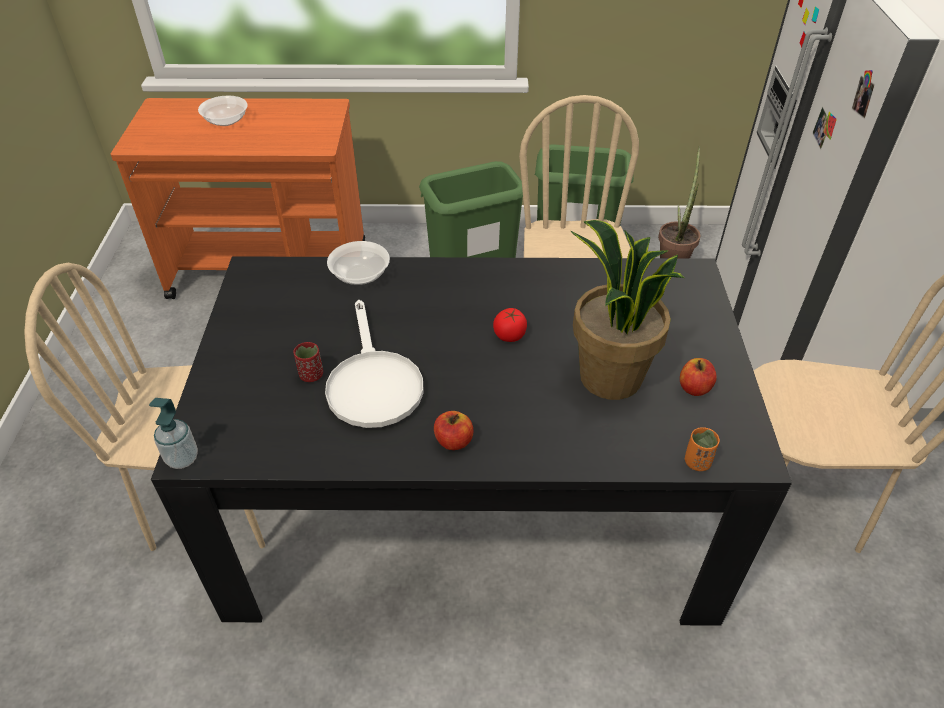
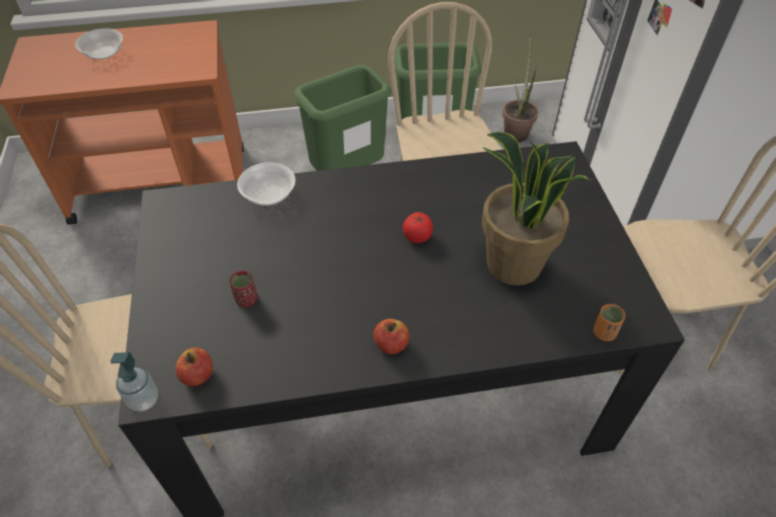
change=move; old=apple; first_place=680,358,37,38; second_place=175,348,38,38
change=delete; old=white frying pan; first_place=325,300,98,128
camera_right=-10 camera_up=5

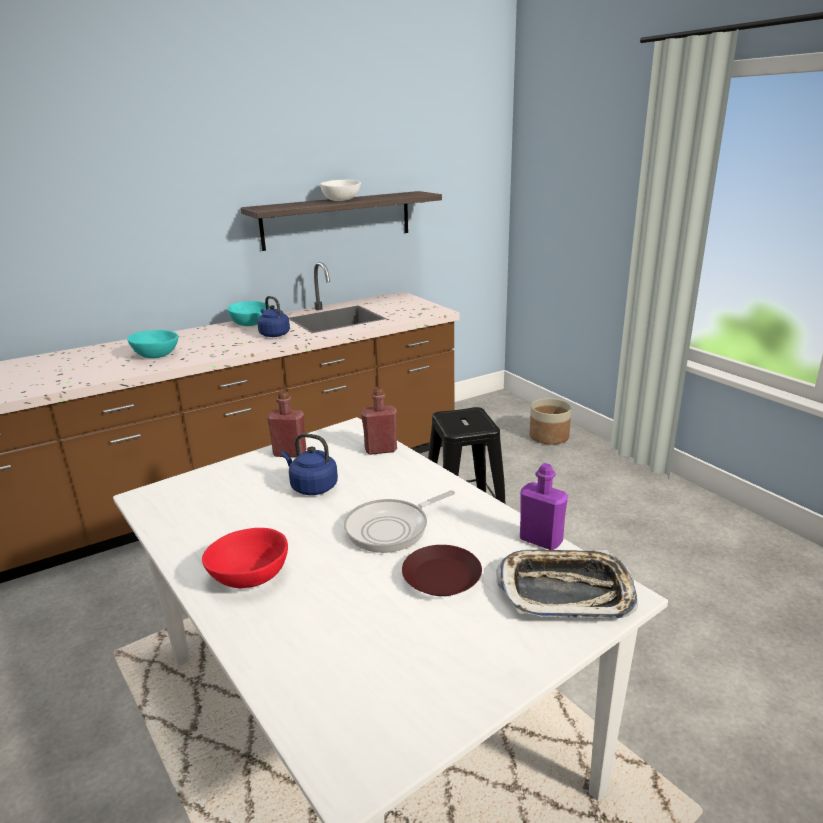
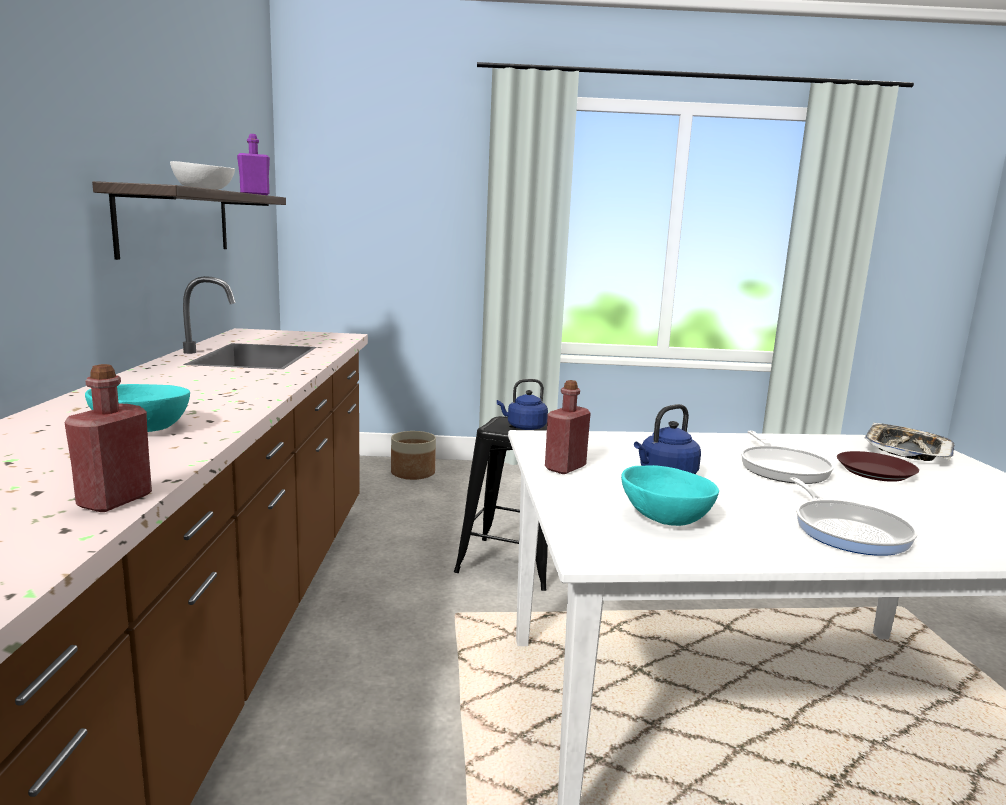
change=move; old=red bottle; first_place=361,387,36,68; second_place=64,364,88,148
change=move; old=purple bottle; first_place=520,463,48,87; second_place=237,134,33,61
change=move; old=blue kettle; first_place=257,296,33,41; second_place=497,379,51,51
change=move; old=turquoise bowl; first_place=227,301,43,25; second_place=621,465,98,61
change=replace; old=red bowl; new=frying pan; first_place=202,528,86,60; second_place=790,477,127,79
camera_right=-60 camera_up=-10

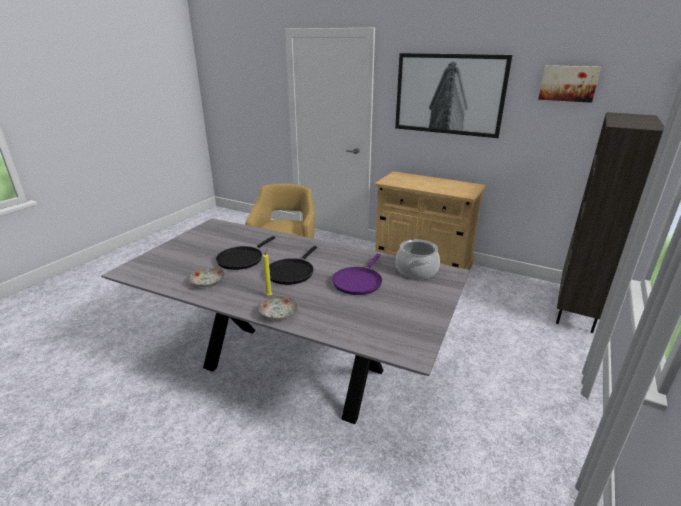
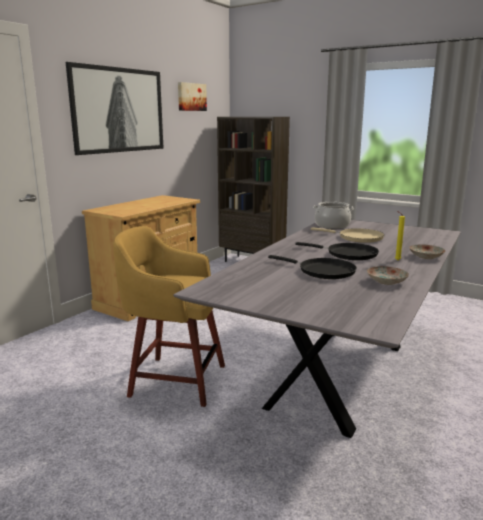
change=recolor; old=purple frying pan; new=beige frying pan; first_place=332,254,50,41; second_place=311,227,73,16
camera_right=-85 camera_up=-10

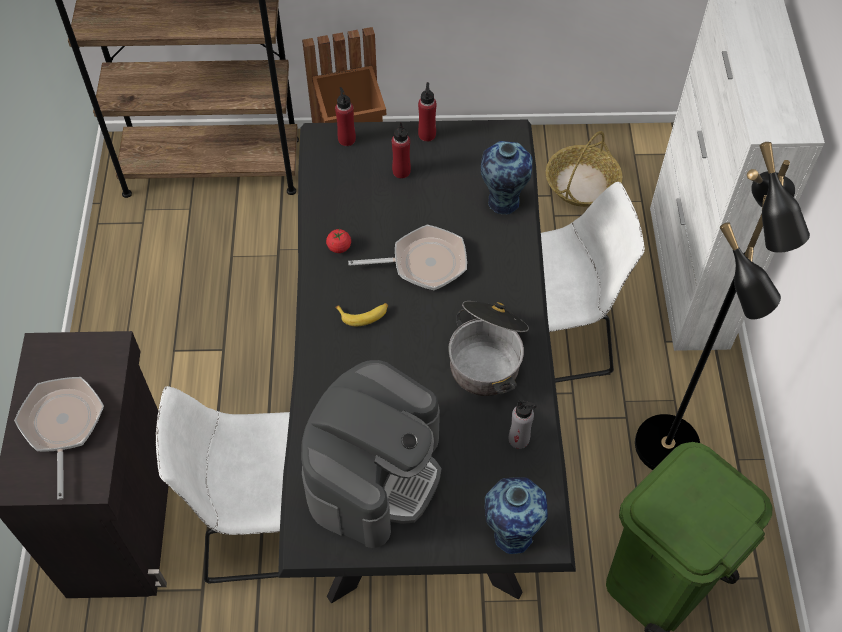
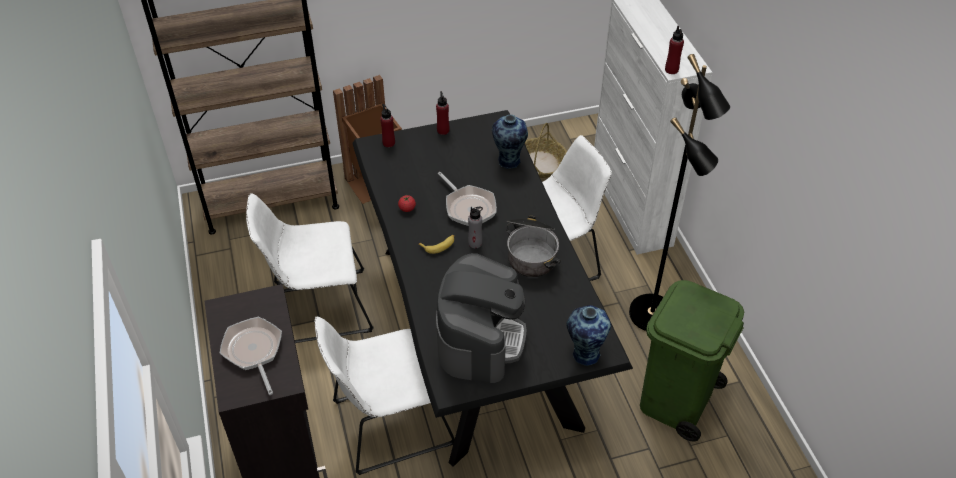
change=insert; new=white chair; second_place=246,193,128,150
change=rotate; old=frying pan; first_place=348,225,119,65; second_place=438,172,59,54; degrees=75
change=move; old=grey bottle; first_place=509,400,28,49; second_place=468,207,15,41
change=move; old=red bottle; first_place=392,122,19,57; second_place=665,26,19,48
camera_right=-15 camera_up=-10

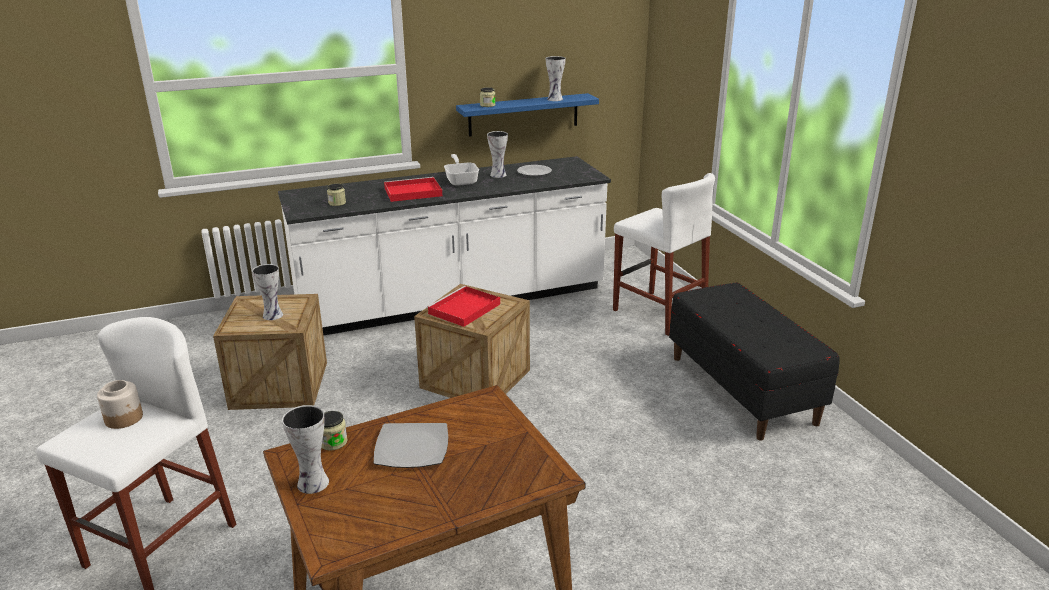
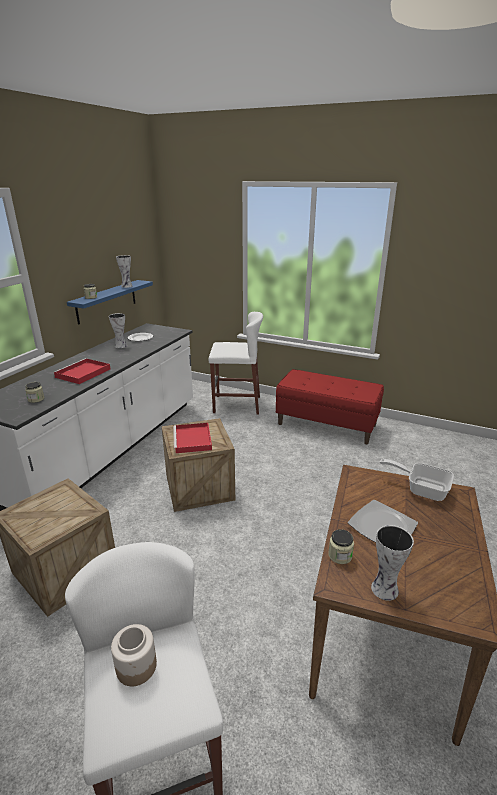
change=recolor; old=black bench; new=red bench; first_place=669,282,171,159; second_place=276,369,108,75
change=move; old=frying pan; first_place=444,154,35,32; second_place=380,459,74,42
change=delete; old=vase; first_place=252,264,31,56
camera_right=-45 camera_up=0

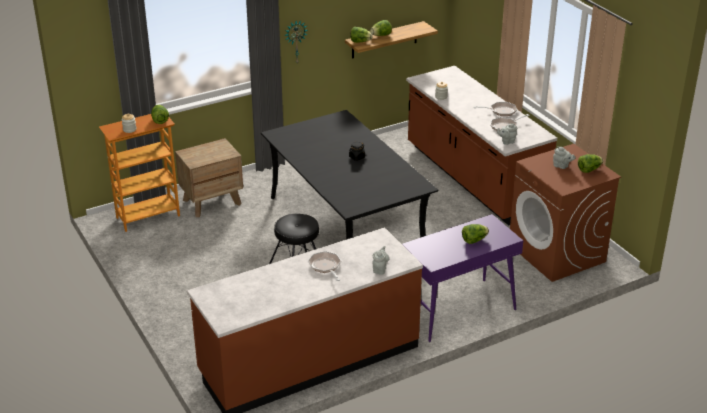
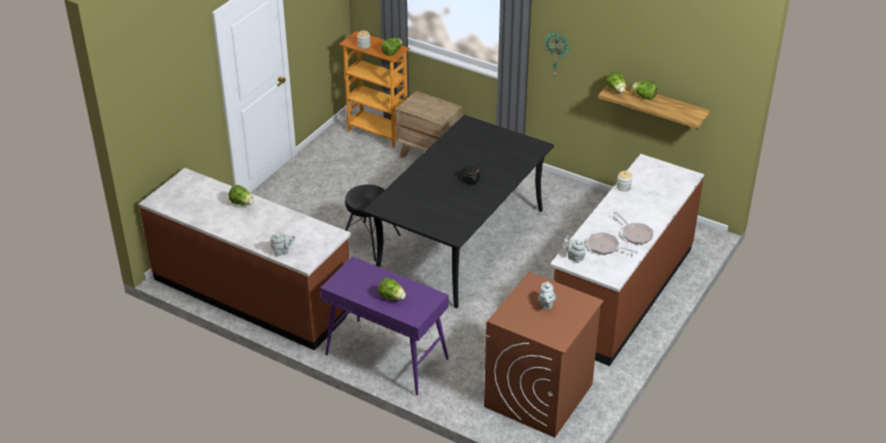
change=move; old=lettuce; first_place=578,154,25,19; second_place=229,185,25,20
change=delete; old=frying pan; first_place=308,251,33,30
camera_right=60 camera_up=5

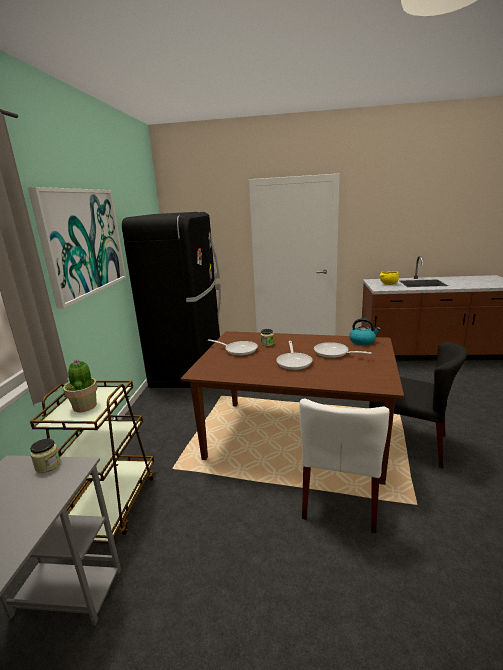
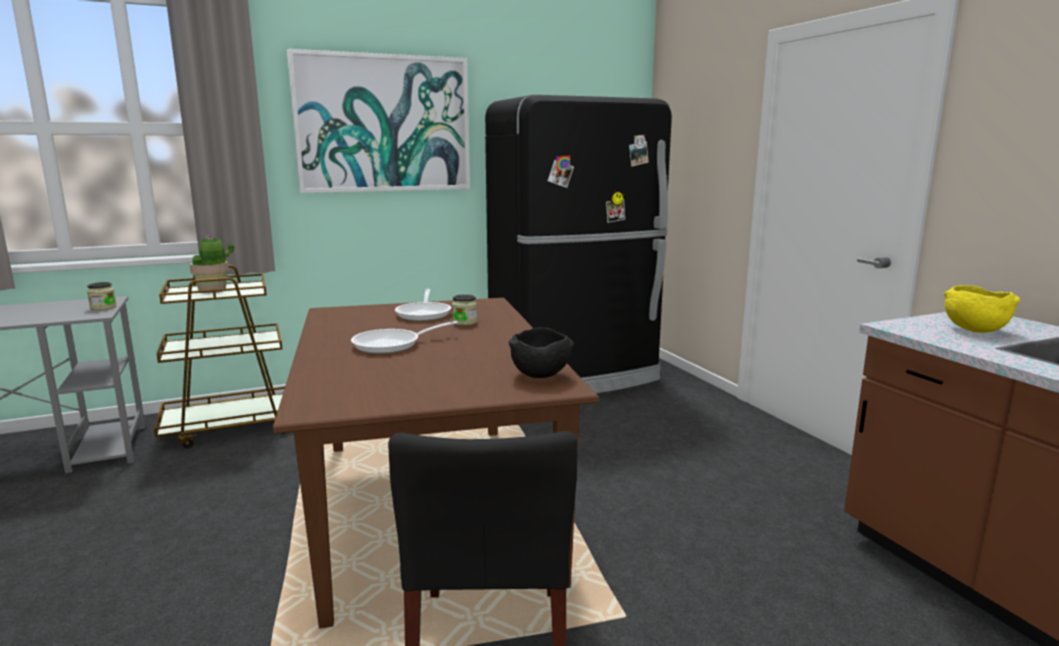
change=replace; old=kettle; new=black bowl; first_place=349,318,32,27; second_place=509,327,65,51
change=delete; old=white chair; first_place=299,398,90,135
change=delete; old=frying pan; first_place=314,342,57,16
camera_right=60 camera_up=-5

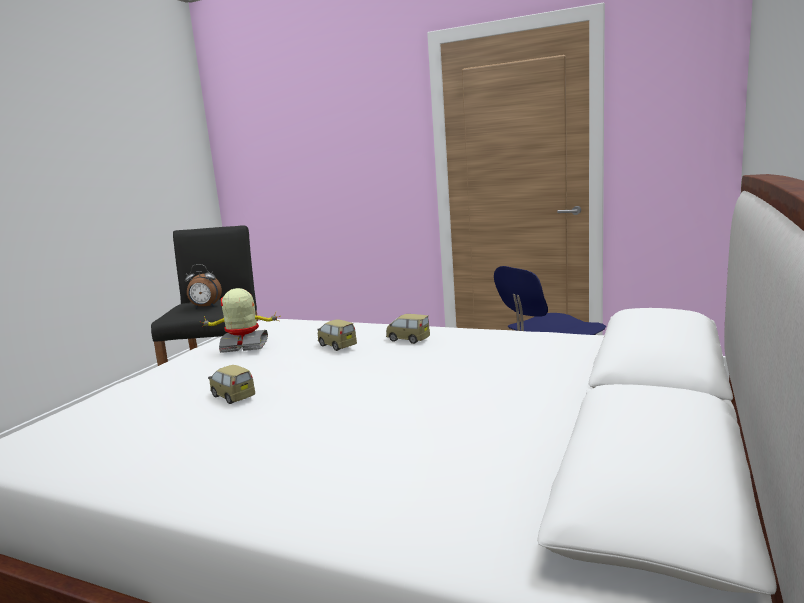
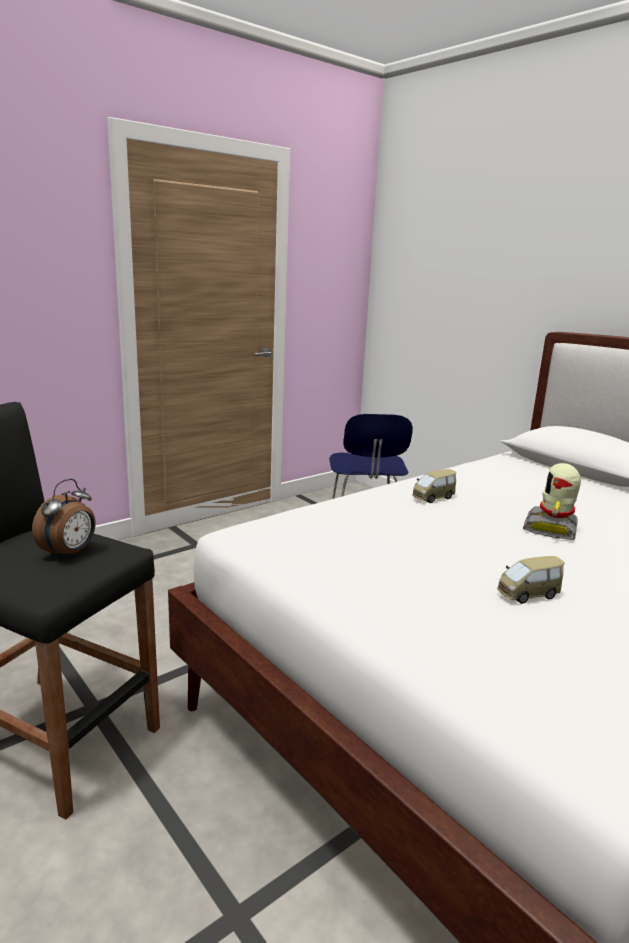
change=move; old=toy robot; first_place=201,288,79,65; second_place=523,463,58,77
change=delete; old=toy car; first_place=317,319,40,32
camera_right=-65 camera_up=5

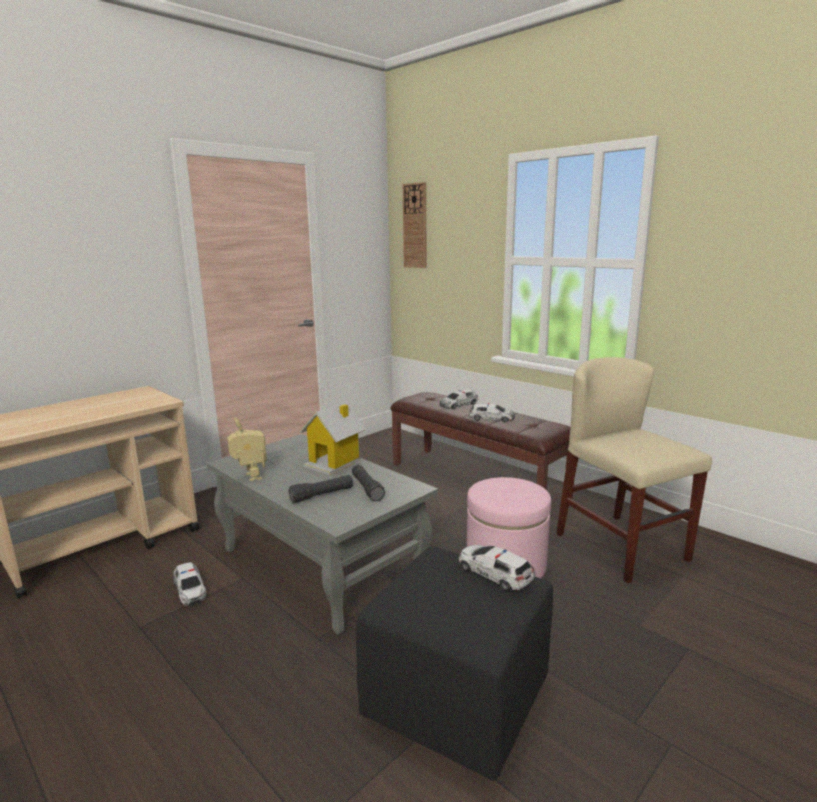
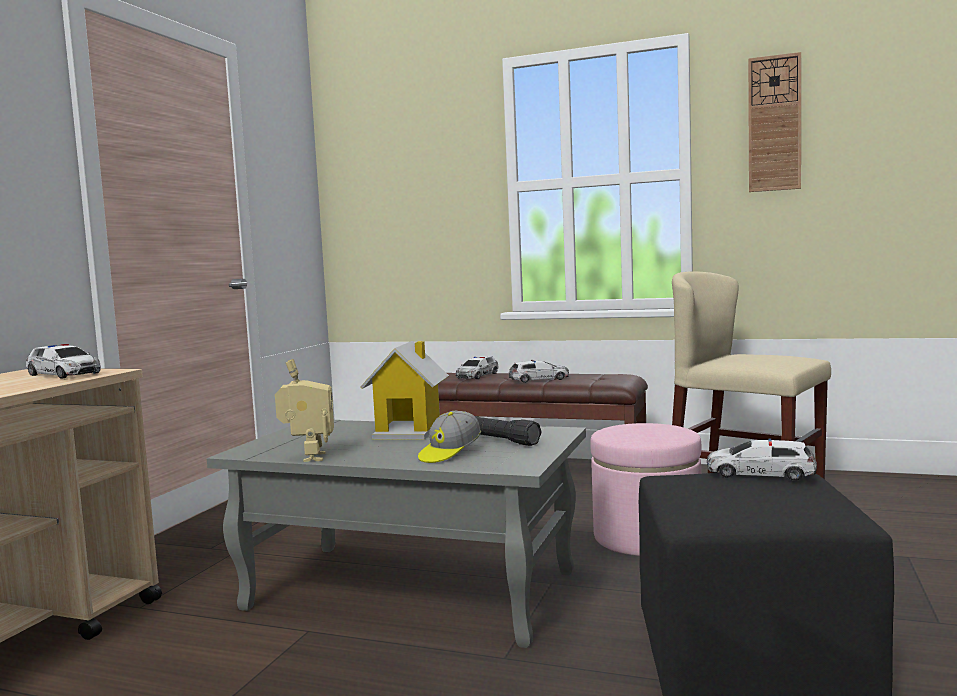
change=move; old=toy car; first_place=173,562,34,44; second_place=26,344,75,35
change=rotate; old=toy robot; first_place=227,417,40,64; second_place=275,359,59,103; degrees=45
change=replace; old=black flashlight; new=cap; first_place=288,475,65,28; second_place=418,411,63,52
change=move; old=wall clock; first_place=402,182,25,86; second_place=748,52,53,140
camera_right=-25 camera_up=-10

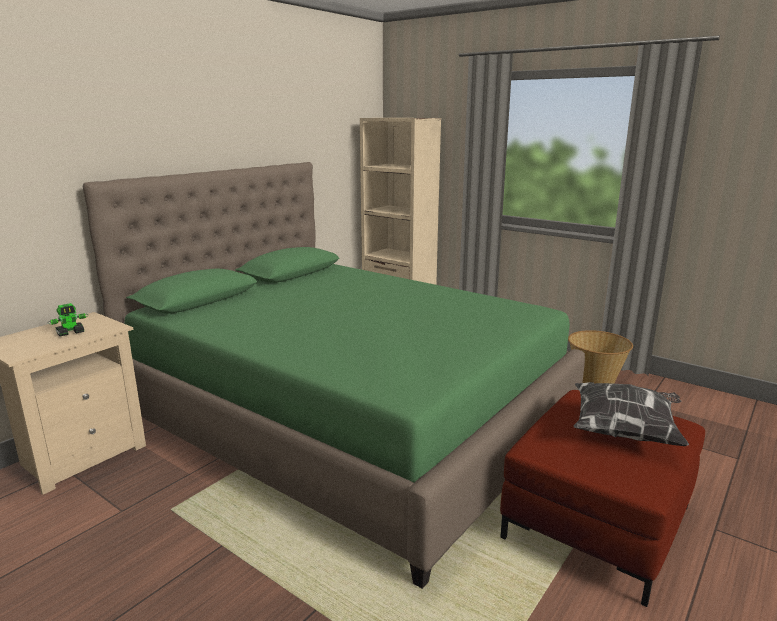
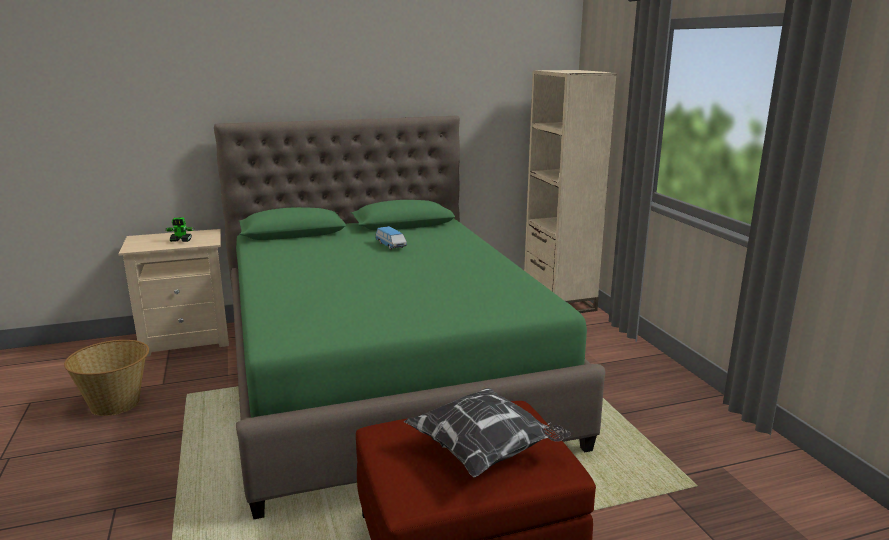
change=move; old=basket; first_place=568,330,65,54; second_place=64,340,85,76
change=insert; new=toy car; second_place=376,226,31,24
camera_right=35 camera_up=0

